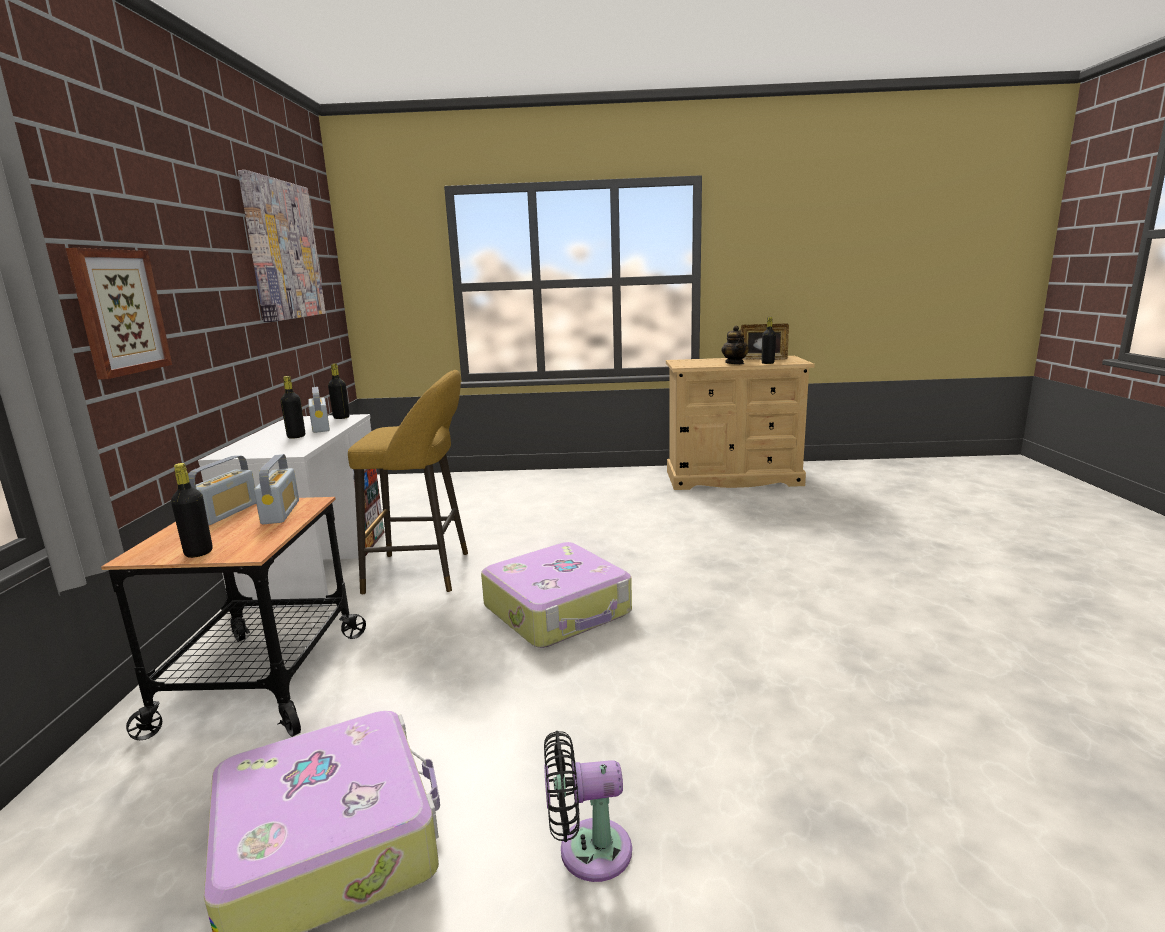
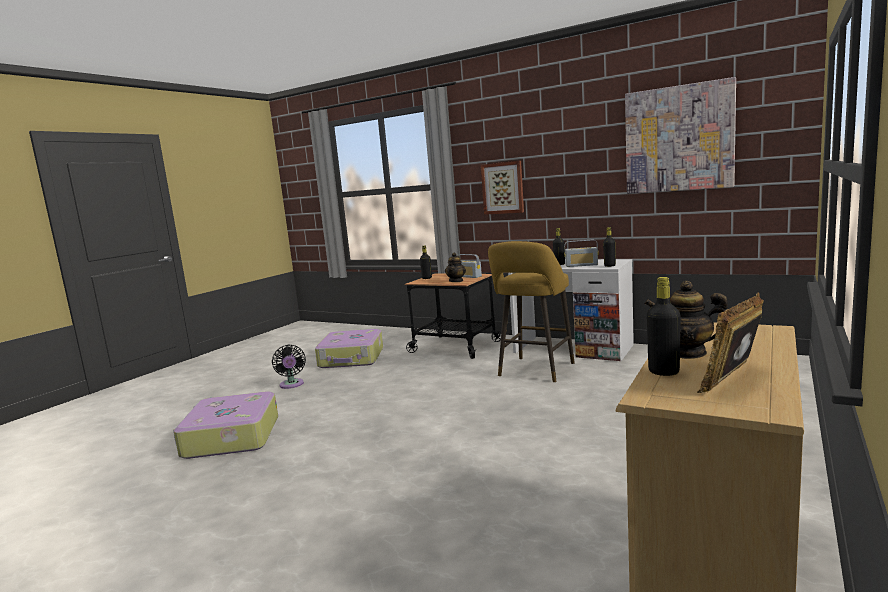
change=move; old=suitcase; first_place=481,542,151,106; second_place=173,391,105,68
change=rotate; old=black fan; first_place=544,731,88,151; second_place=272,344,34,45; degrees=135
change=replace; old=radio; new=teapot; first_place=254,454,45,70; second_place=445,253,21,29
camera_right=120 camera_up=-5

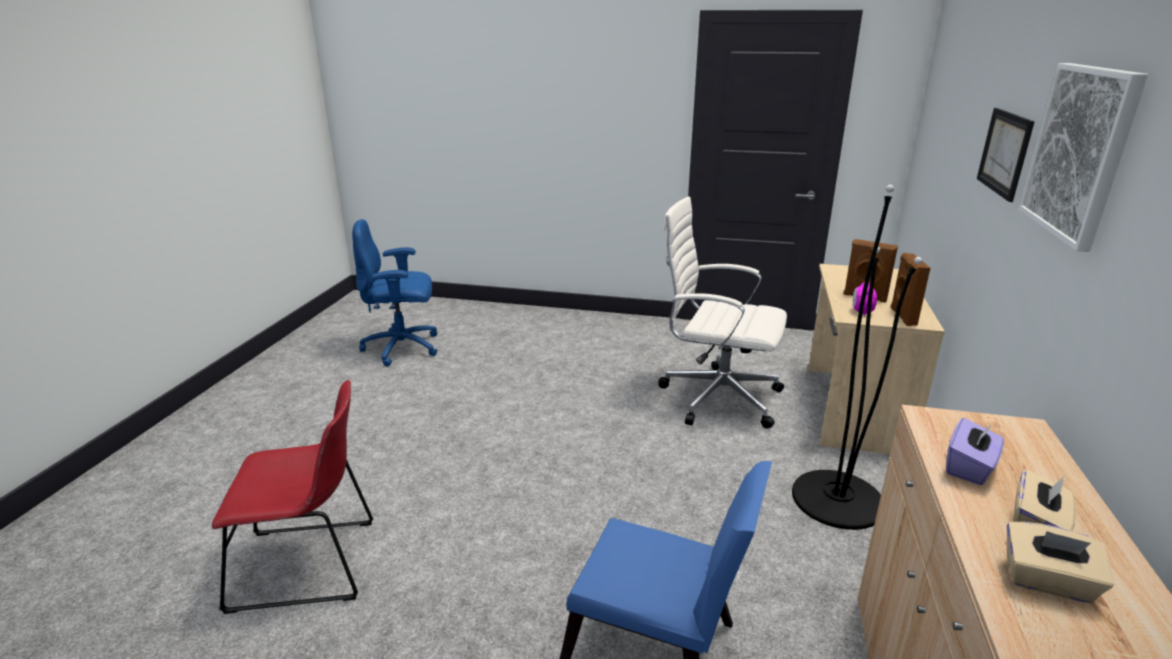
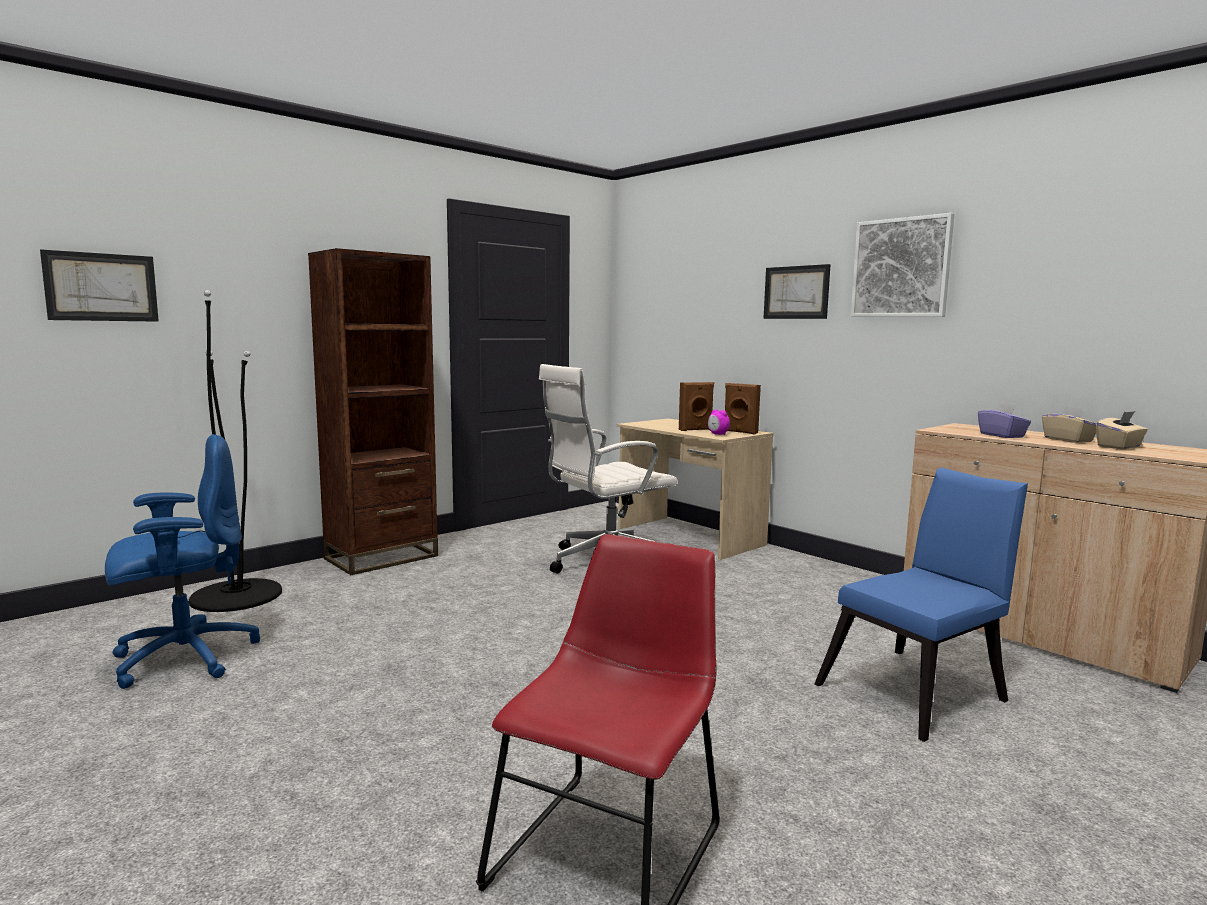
change=insert; new=picture; second_place=40,249,119,73
change=rotate; old=blue office chair; first_place=352,219,85,147; second_place=105,434,155,255; degrees=-150
change=move; old=black floor lamp; first_place=792,185,130,345; second_place=189,290,93,322
change=insert; new=brown bookcase; second_place=308,248,130,327
camera_right=-55 camera_up=-15

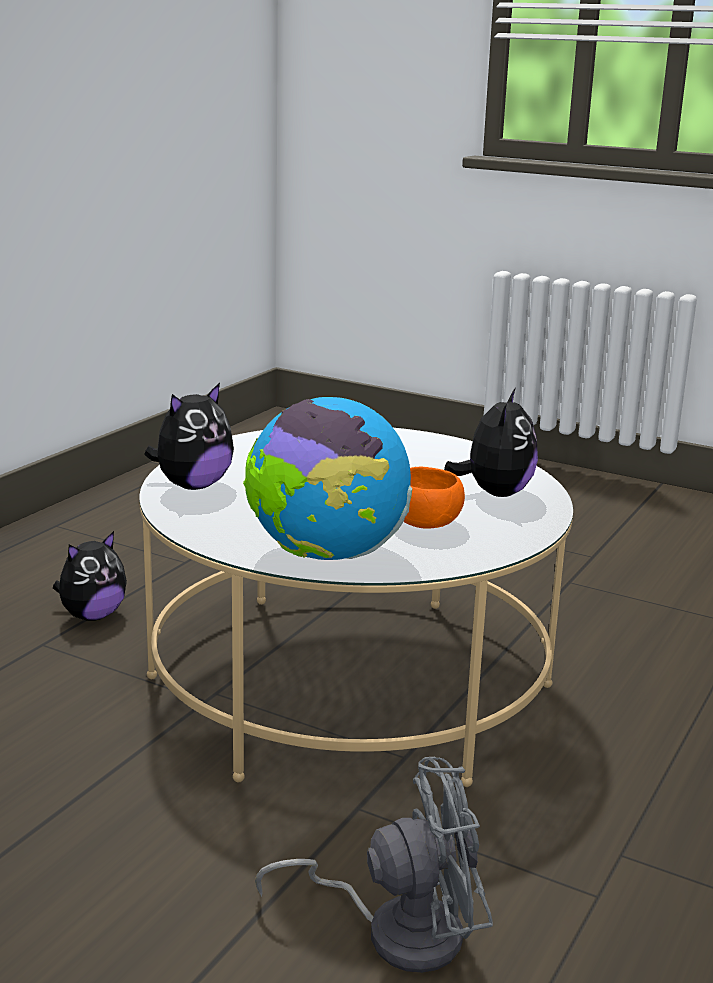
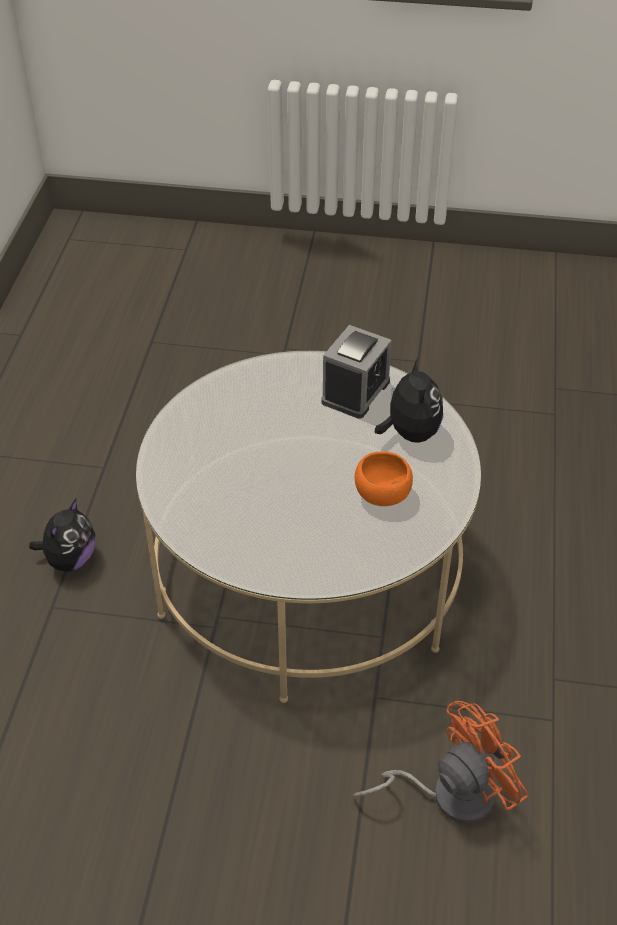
change=insert; new=alarm clock; second_place=321,325,71,94
change=recolor; old=grey fan; new=orange fan; first_place=255,757,238,216; second_place=353,701,176,123
change=delete; old=plush toy; first_place=144,383,90,107
change=delete; old=globe; first_place=243,397,169,163
camera_right=-20 camera_up=25

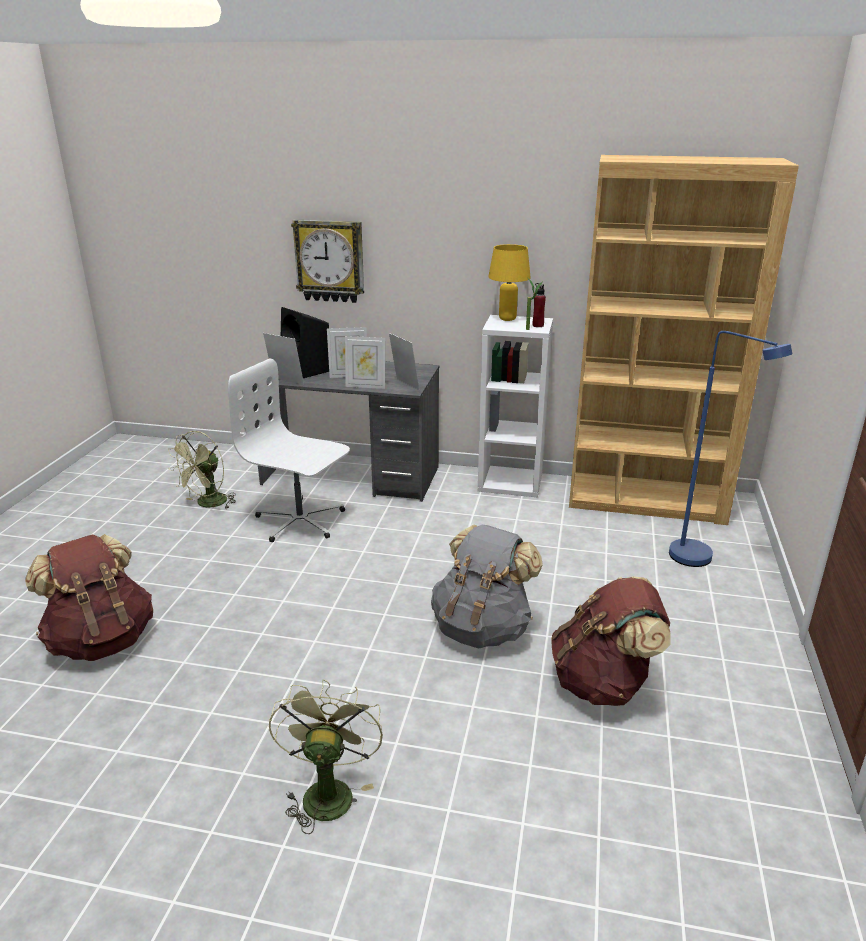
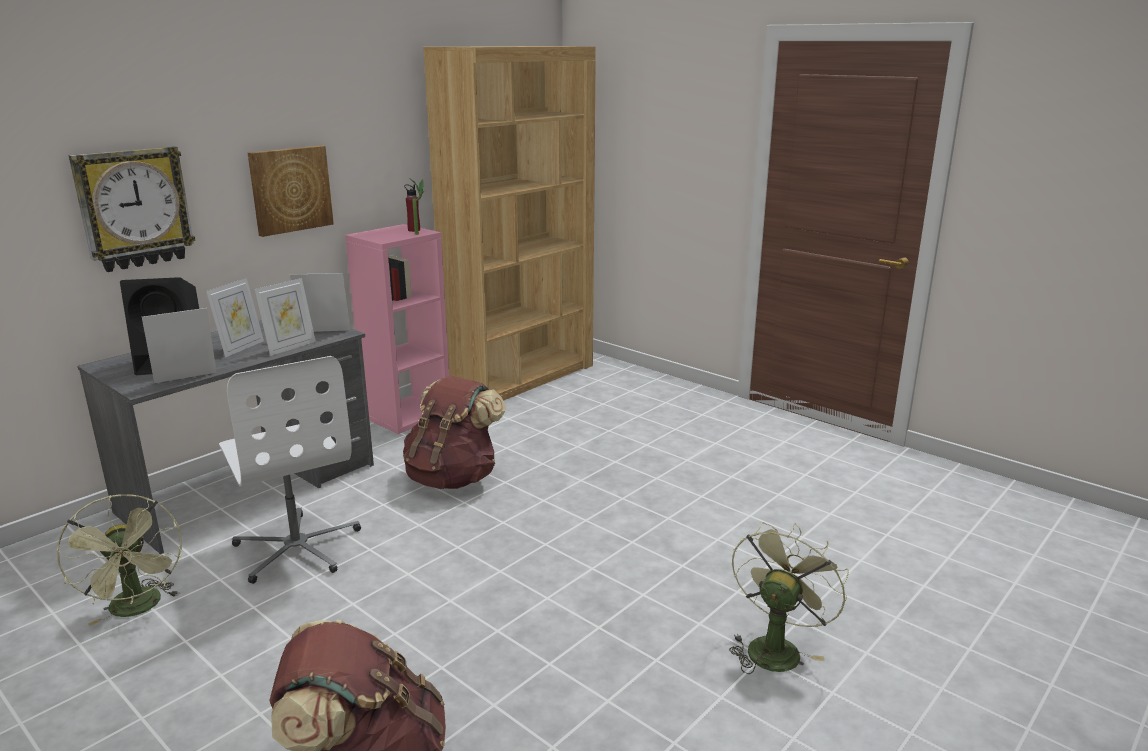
change=rotate; old=white office chair; first_place=228,358,122,184; second_place=219,356,142,228; degrees=-90
change=insert; new=picture; second_place=248,145,86,92
change=recolor; old=white bookcase; new=pink bookcase; first_place=478,315,75,182; second_place=345,224,104,210
change=move; old=brown backpack; first_place=551,576,120,130; second_place=403,375,103,114
change=rotate; old=green fan; first_place=269,679,114,155; second_place=729,522,120,152; degrees=90
change=delete; old=grey backpack; first_place=431,525,112,123
change=delete; old=yellow table lamp; first_place=488,244,43,77
change=delete; old=blue floor lamp; first_place=669,331,123,236
camera_right=-60 camera_up=-5

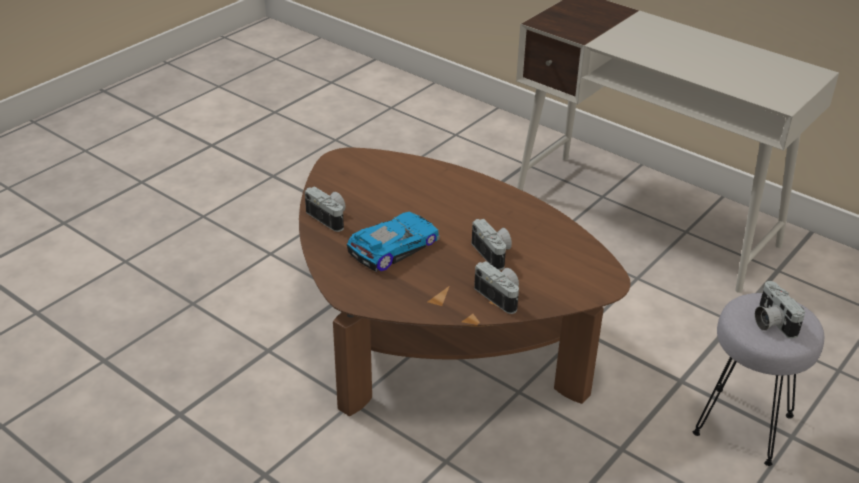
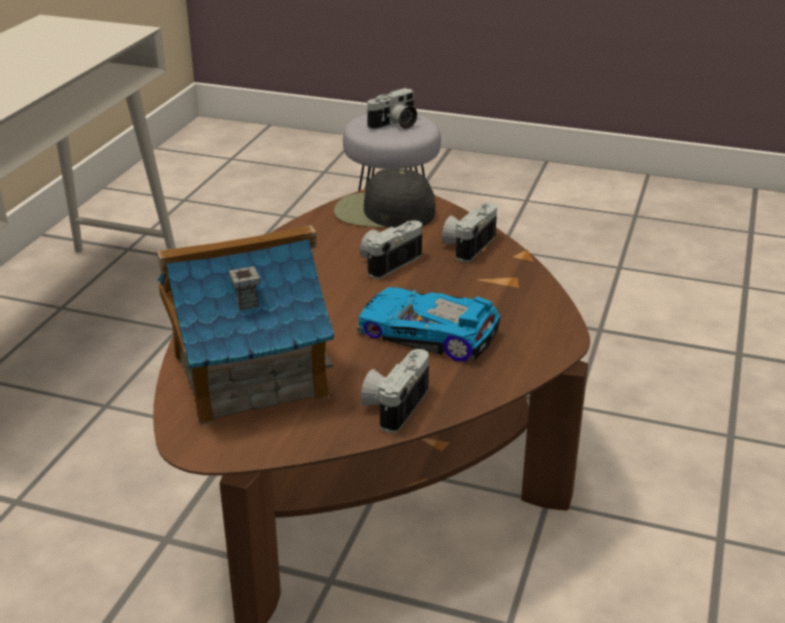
change=insert; new=toy house; second_place=157,225,178,201
change=insert; new=black cap; second_place=334,169,102,59
camera_right=-110 camera_up=-5

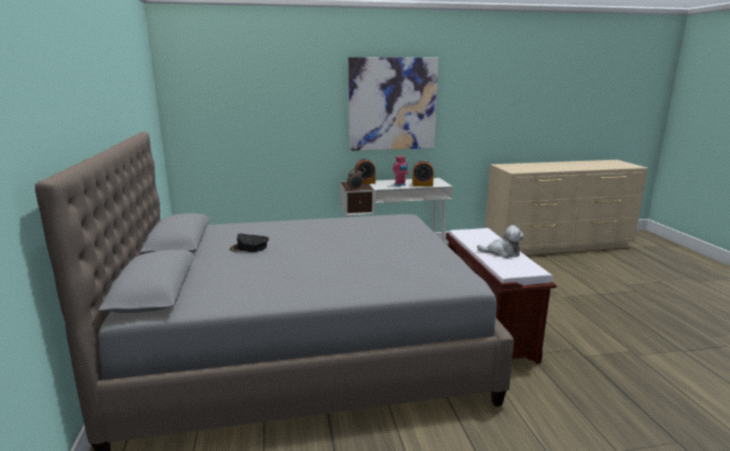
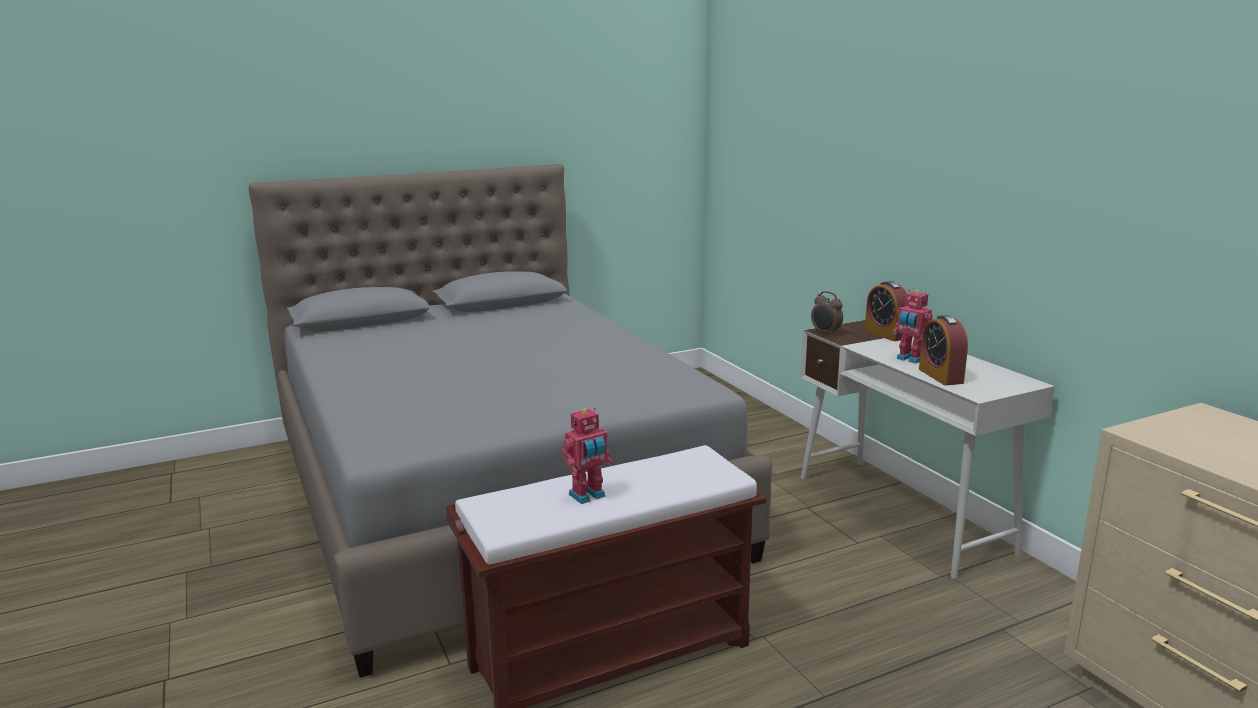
change=replace; old=plush toy; new=toy robot; first_place=477,225,47,33; second_place=561,407,51,97
change=delete; old=black cap; first_place=230,233,39,19
change=delete; old=picture; first_place=348,57,91,94
camera_right=75 camera_up=0

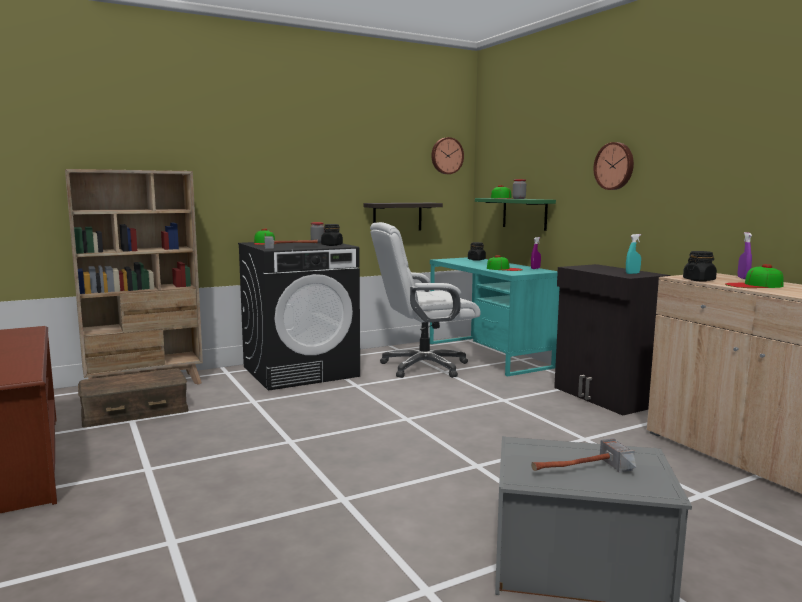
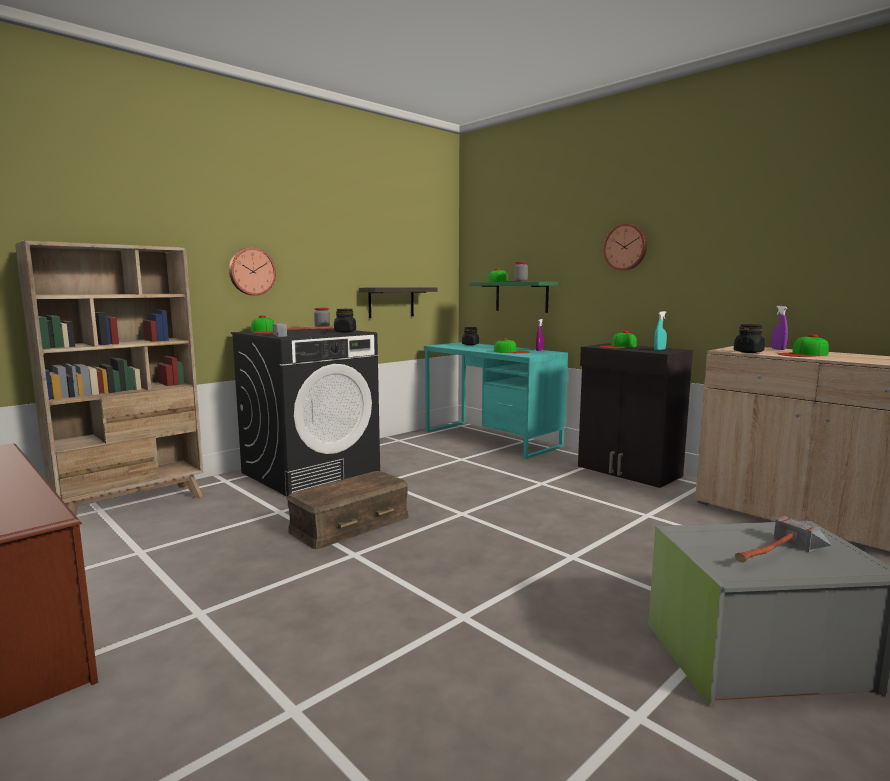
change=move; old=wall clock; first_place=431,137,33,37; second_place=229,247,47,48
change=move; old=brown storage box; first_place=78,369,111,58; second_place=286,471,122,78
change=insert; new=cap; second_place=599,331,38,17
change=delete; old=white office chair; first_place=370,222,110,156
camera_right=-15 camera_up=0

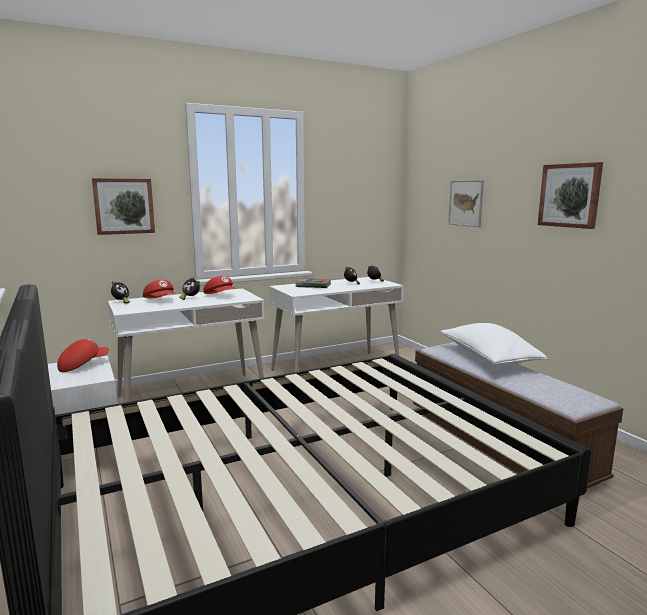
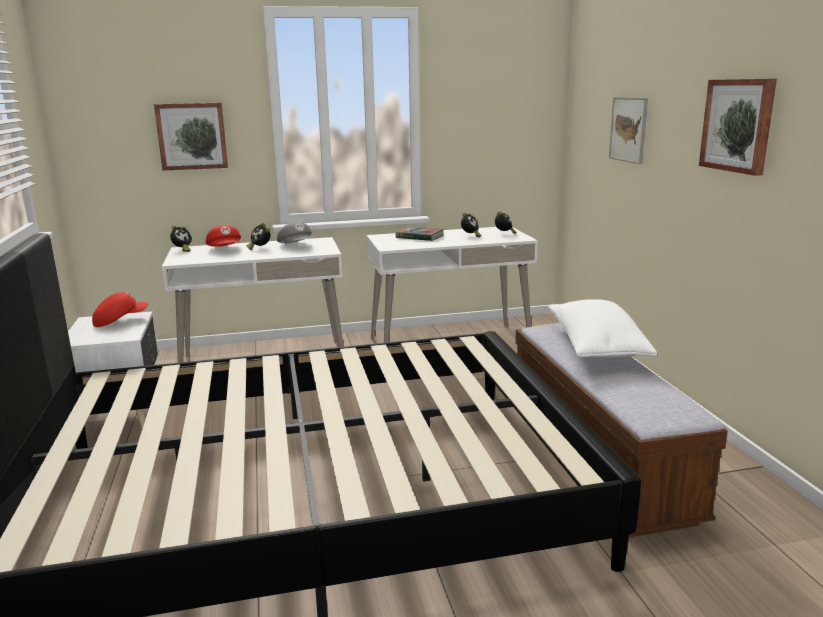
change=recolor; old=red cap; new=grey cap; first_place=203,276,33,18; second_place=277,222,36,21
camera_right=15 camera_up=5

